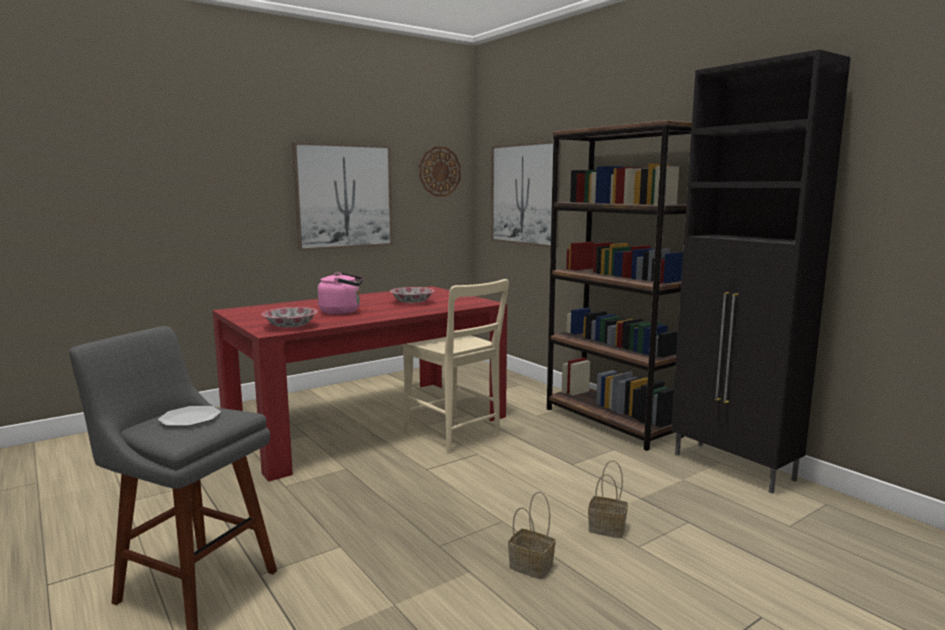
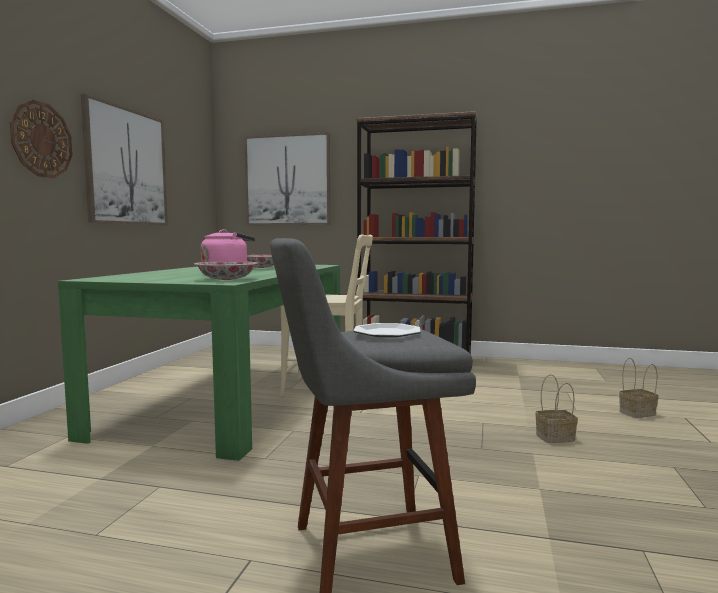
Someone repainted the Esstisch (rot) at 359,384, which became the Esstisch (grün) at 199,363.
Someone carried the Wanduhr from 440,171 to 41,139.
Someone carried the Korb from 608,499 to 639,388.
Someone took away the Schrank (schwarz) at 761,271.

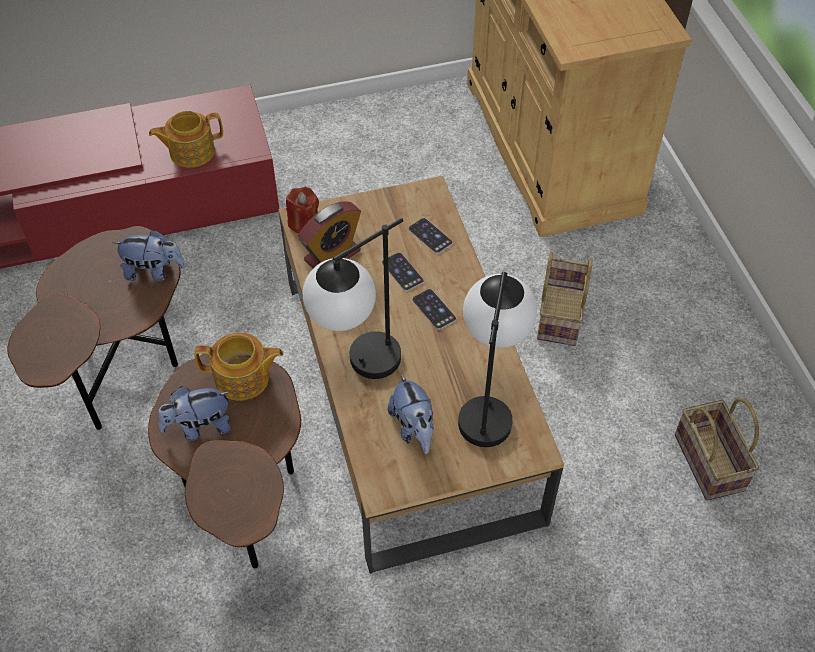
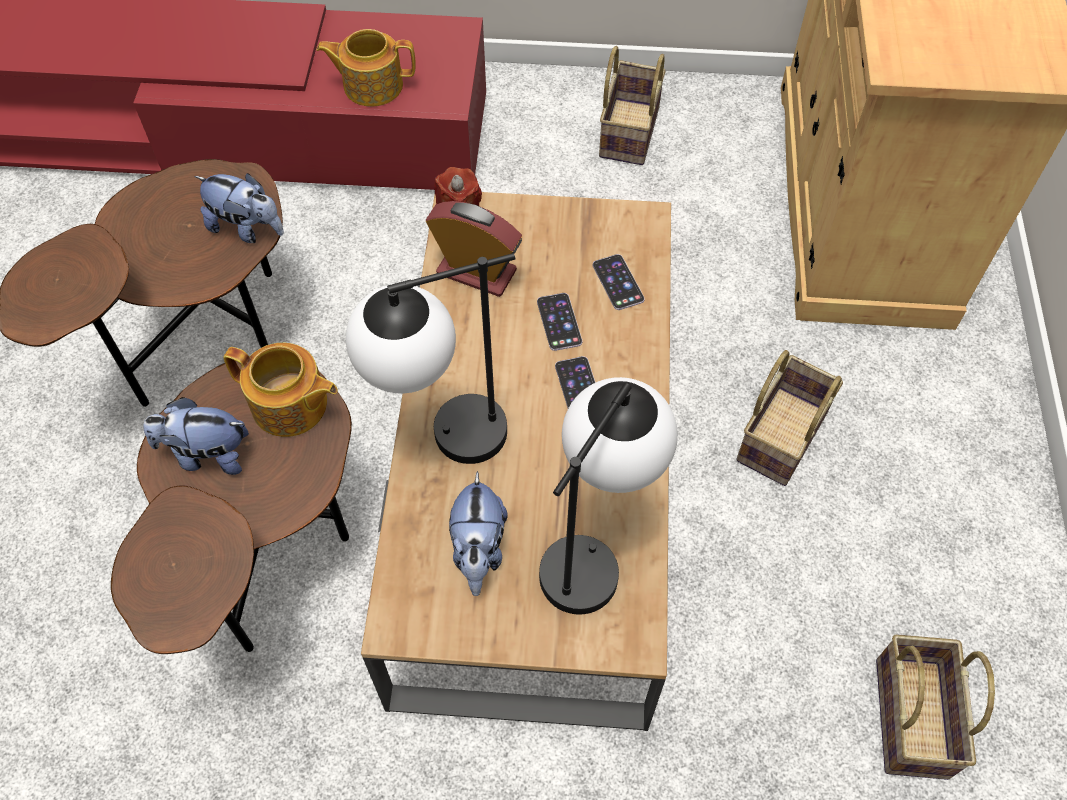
Someone rotated the Wecker at 329,234 by 135 degrees counterclockwise.
Someone put down the Korb at 632,105.

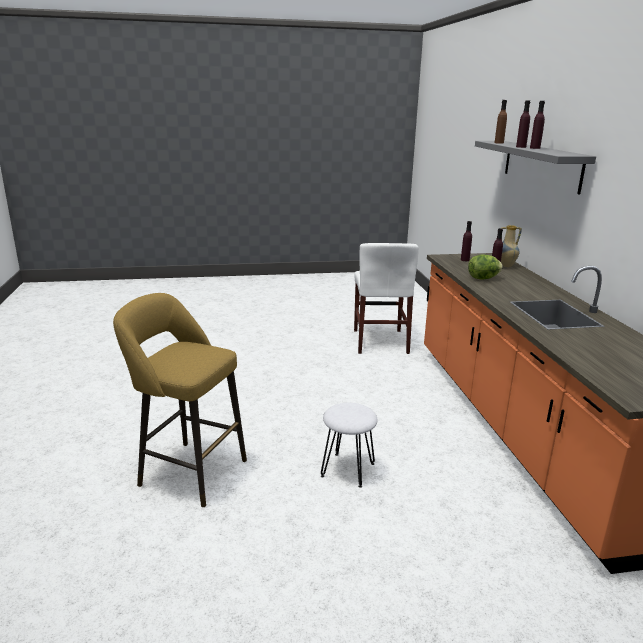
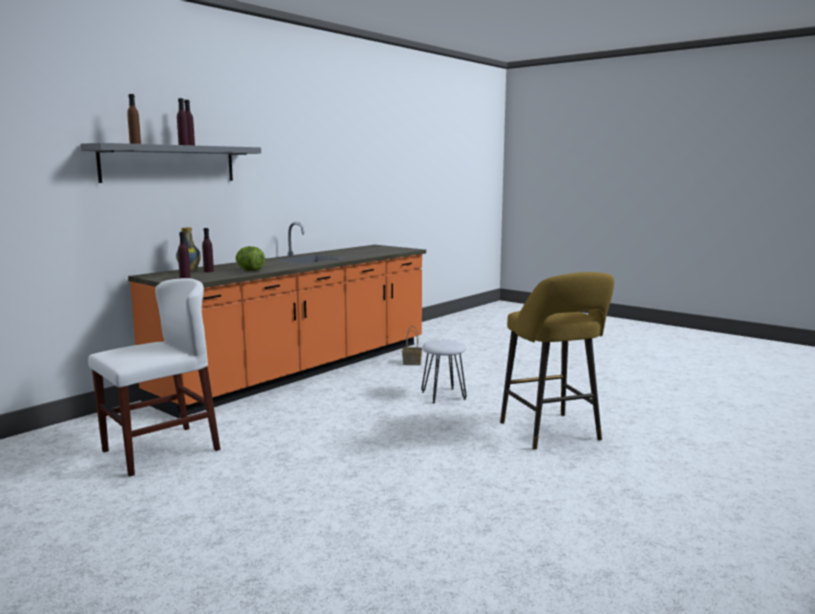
Someone put down the Korb at 412,345.

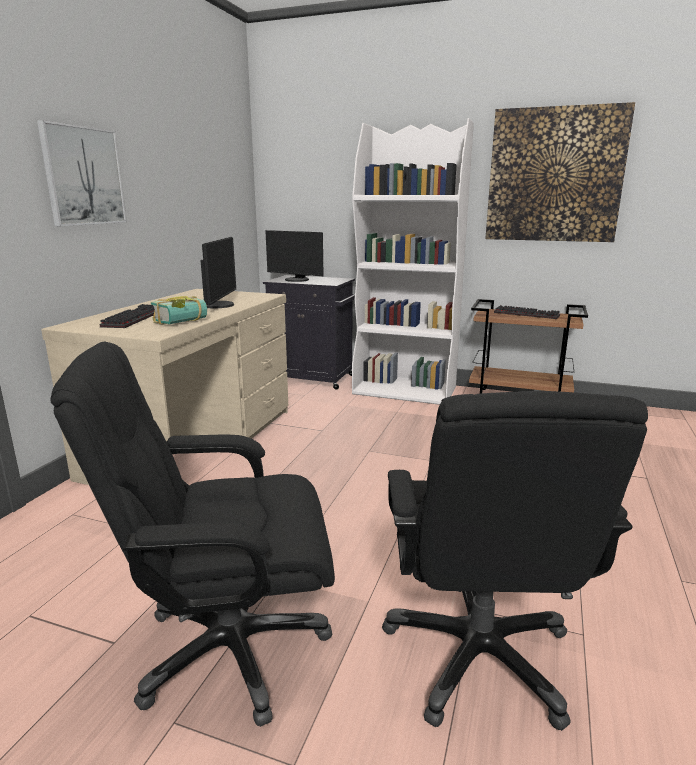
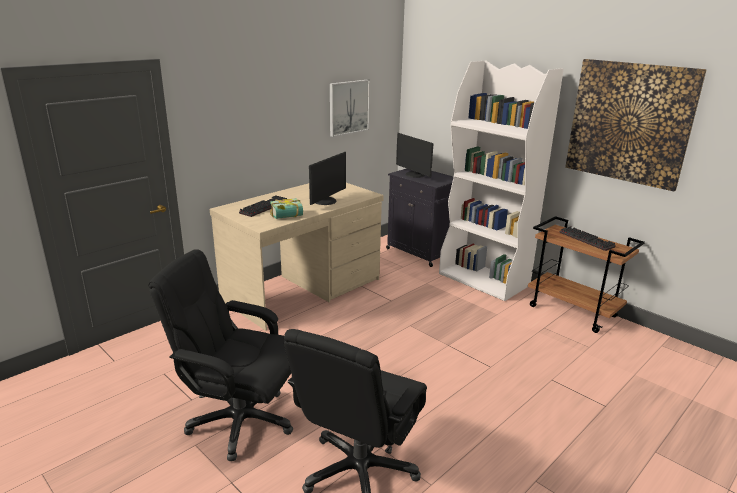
Someone carried the Bild from 82,173 to 350,108.

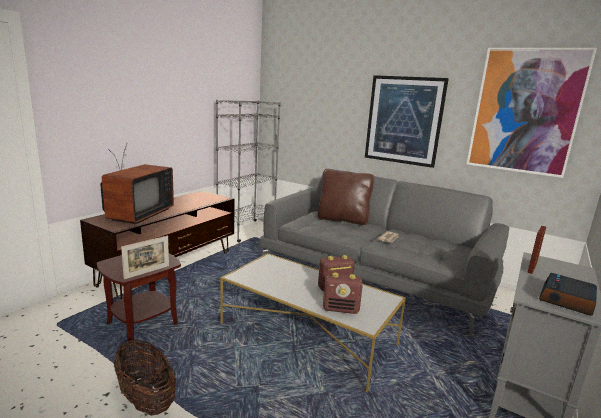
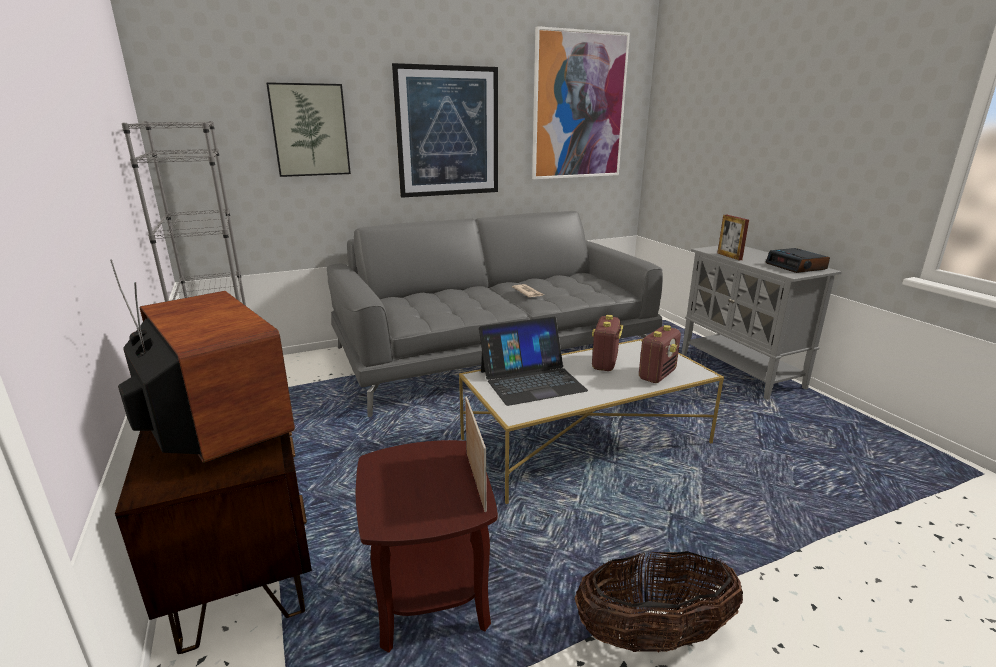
Someone took away the Kissen (braun) at 345,197.
Someone put up the Bild at 308,129.
Someone put down the Laptop at 533,361.

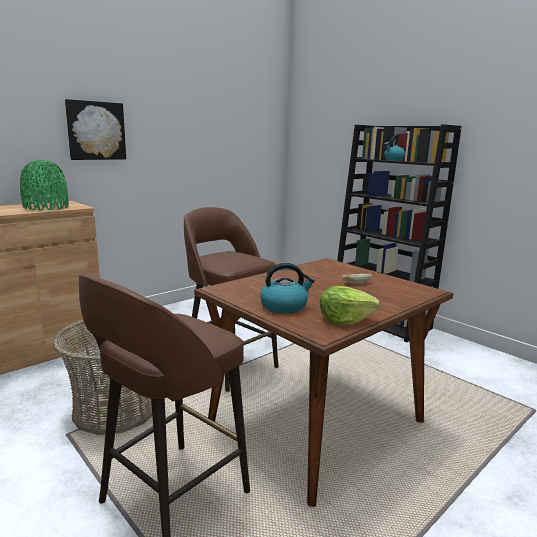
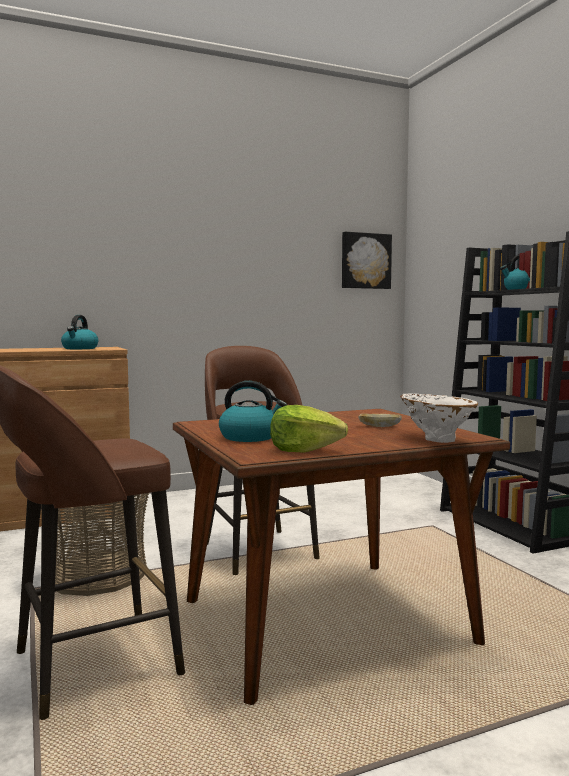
Someone swapped the Vase (grün) at 44,185 for the Wasserkessel at 79,332.
Someone carried the Bild from 95,129 to 367,260.
Someone put down the Vase (weiß) at 439,418.

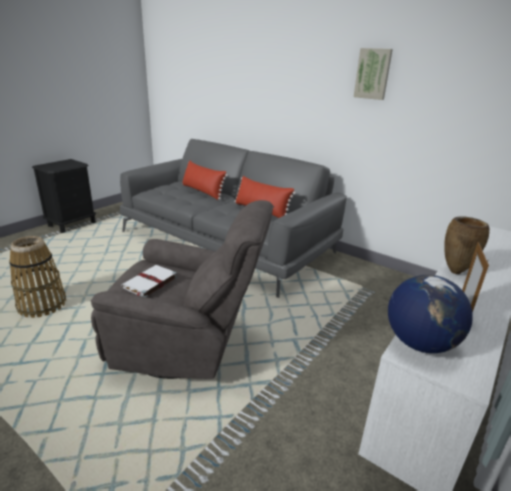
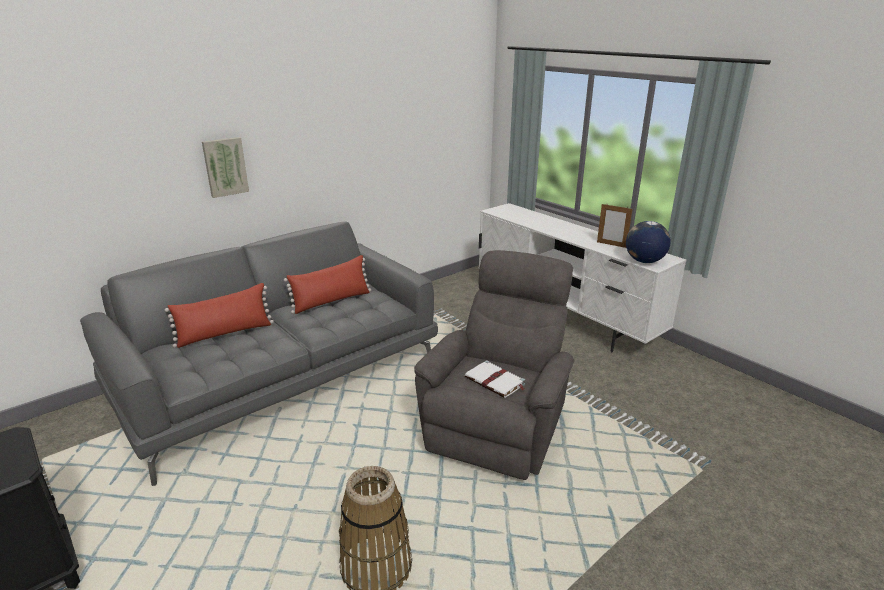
Someone carried the Bild from 373,74 to 225,167.
Someone took away the Vase (braun) at 466,245.

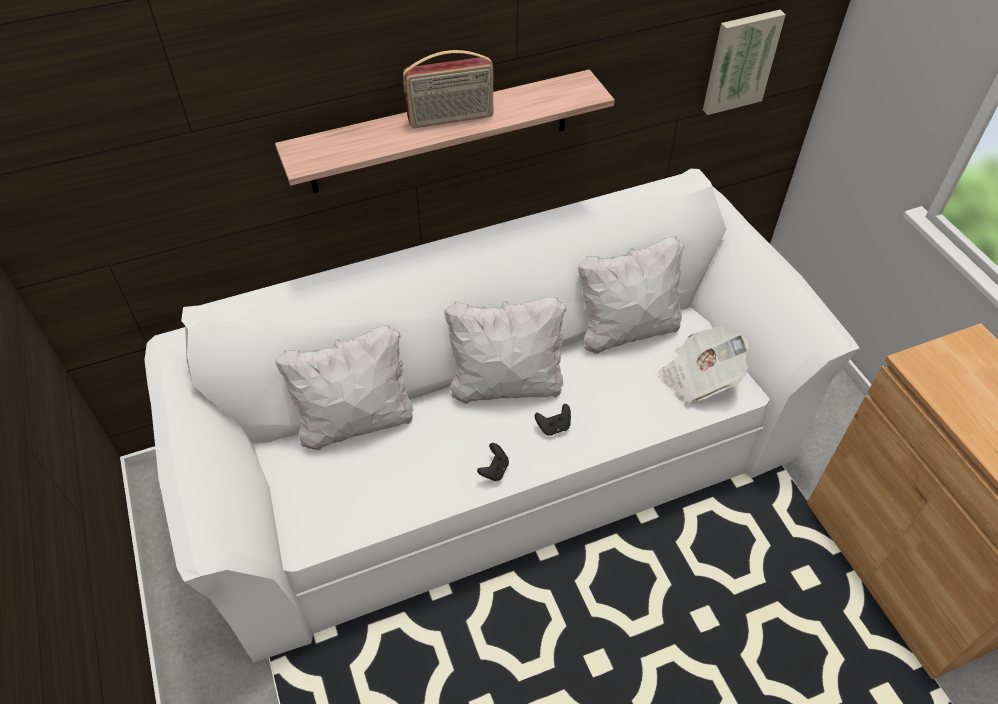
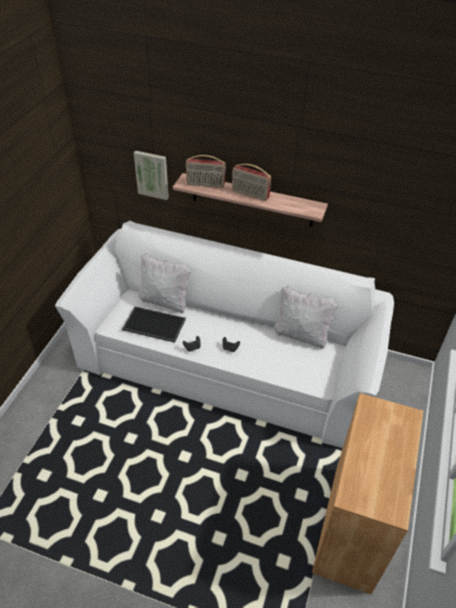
Someone took away the Kissen (weiß) at 505,350.
Someone took away the Zeitung at 704,364.
Someone carried the Bild from 744,62 to 151,175.
Someone put down the Tablett at 154,324.
Someone put down the Radio at 206,171.

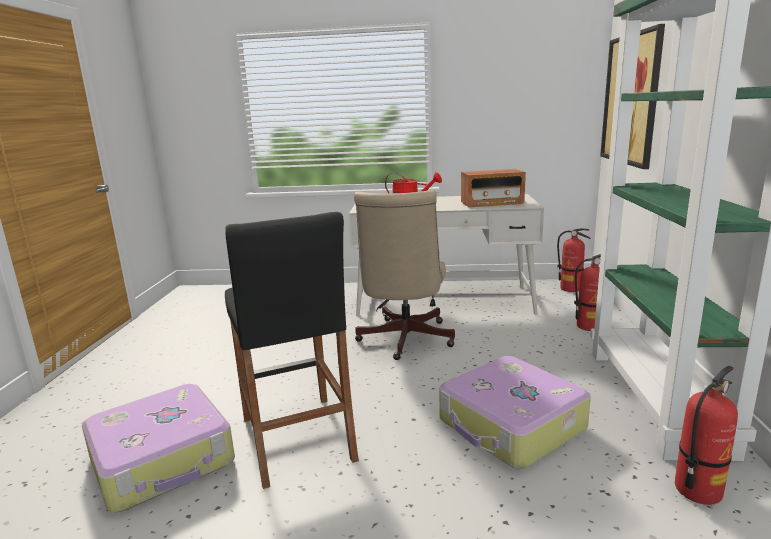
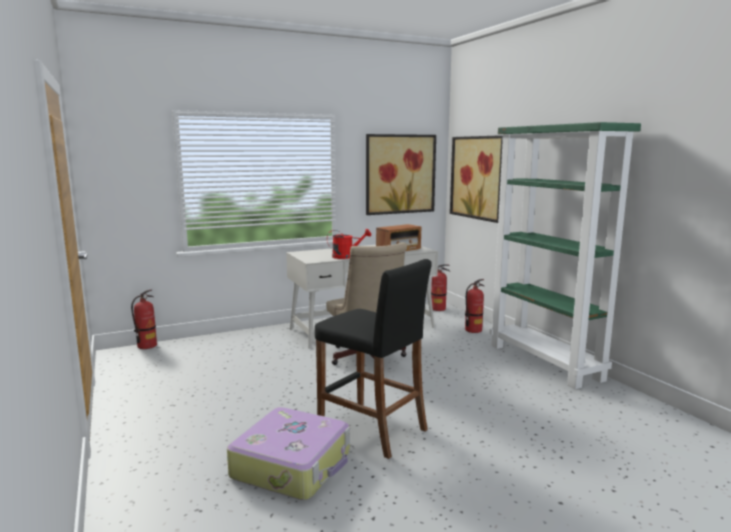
Someone took away the Koffer at 515,412.
Someone carried the Feuerlöscher from 706,435 to 144,319.
Someone put up the Bild at 401,174.

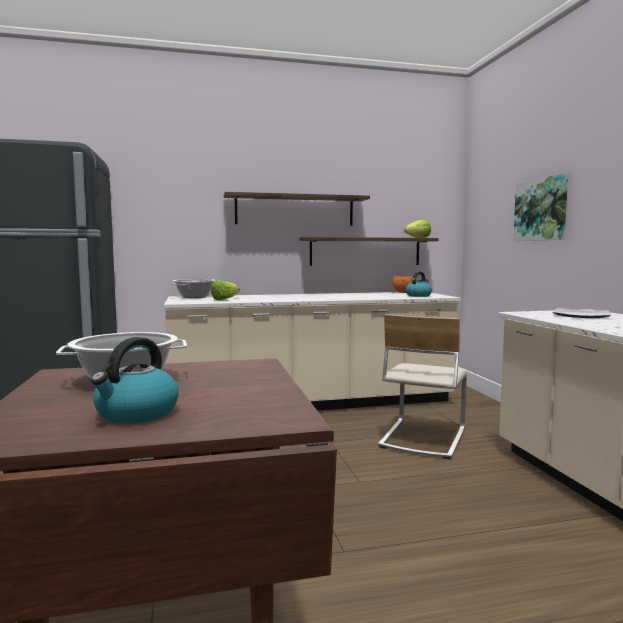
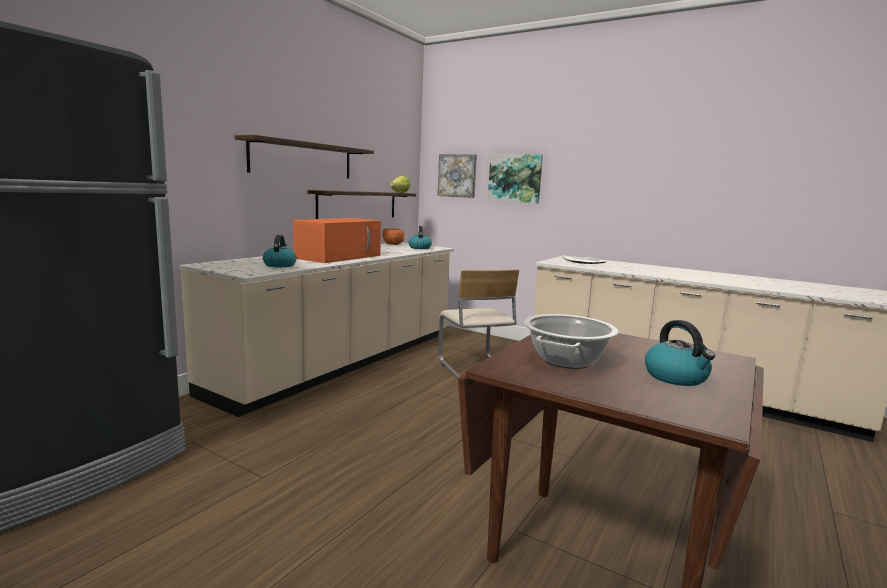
Someone took away the Kochtopf at 193,288.
Someone swapped the Salatkopf at 225,290 for the Wasserkessel at 280,251.
Someone put down the Mikrowelle (orange) at 337,240.
Someone put up the Bild at 457,176.

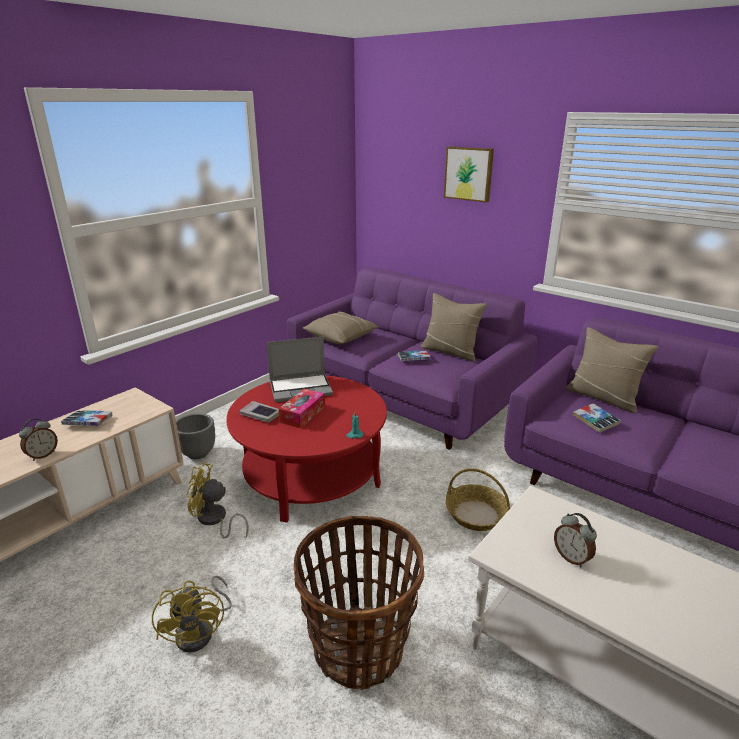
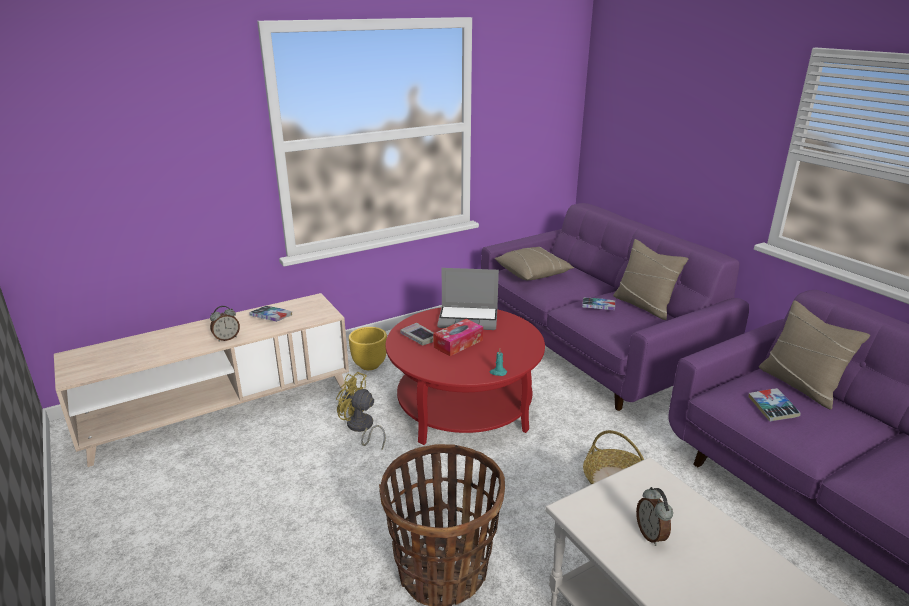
Someone took away the Ventilator (gelb) at 192,614.
Someone repainted the Pflanzkübel (grau) at 195,436, which became the Pflanzkübel (gelb) at 368,348.
Someone took away the Bild at 469,174.

